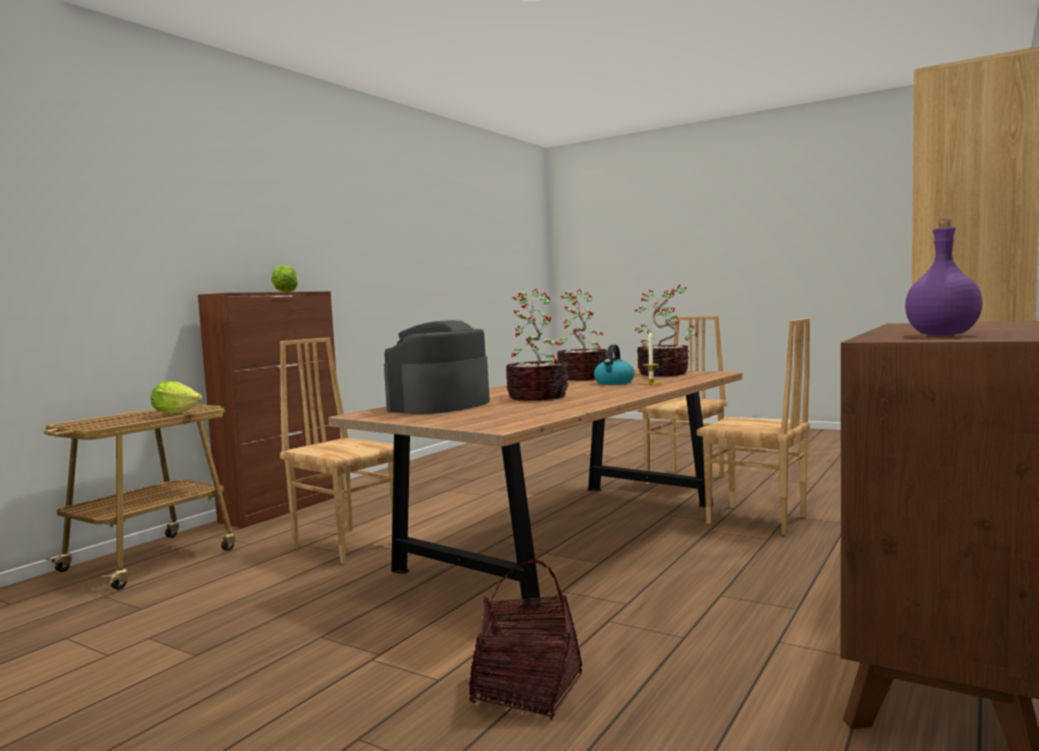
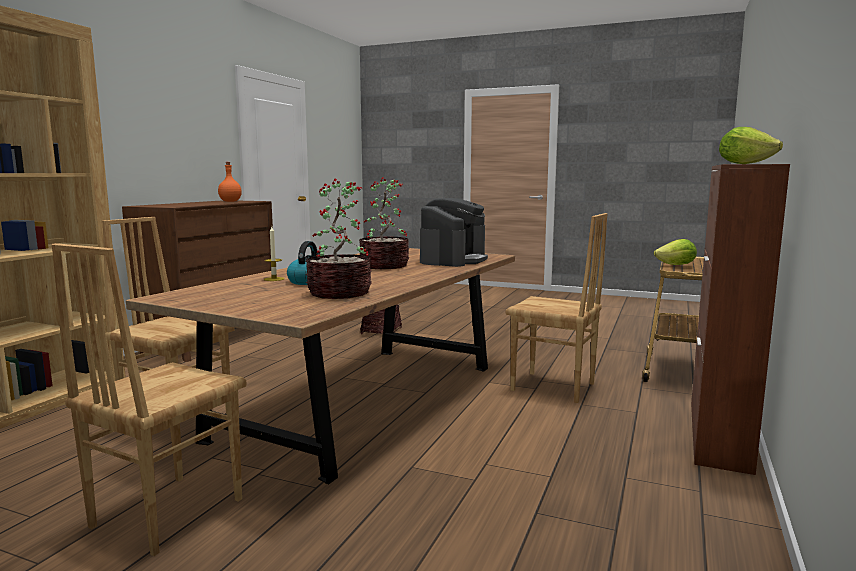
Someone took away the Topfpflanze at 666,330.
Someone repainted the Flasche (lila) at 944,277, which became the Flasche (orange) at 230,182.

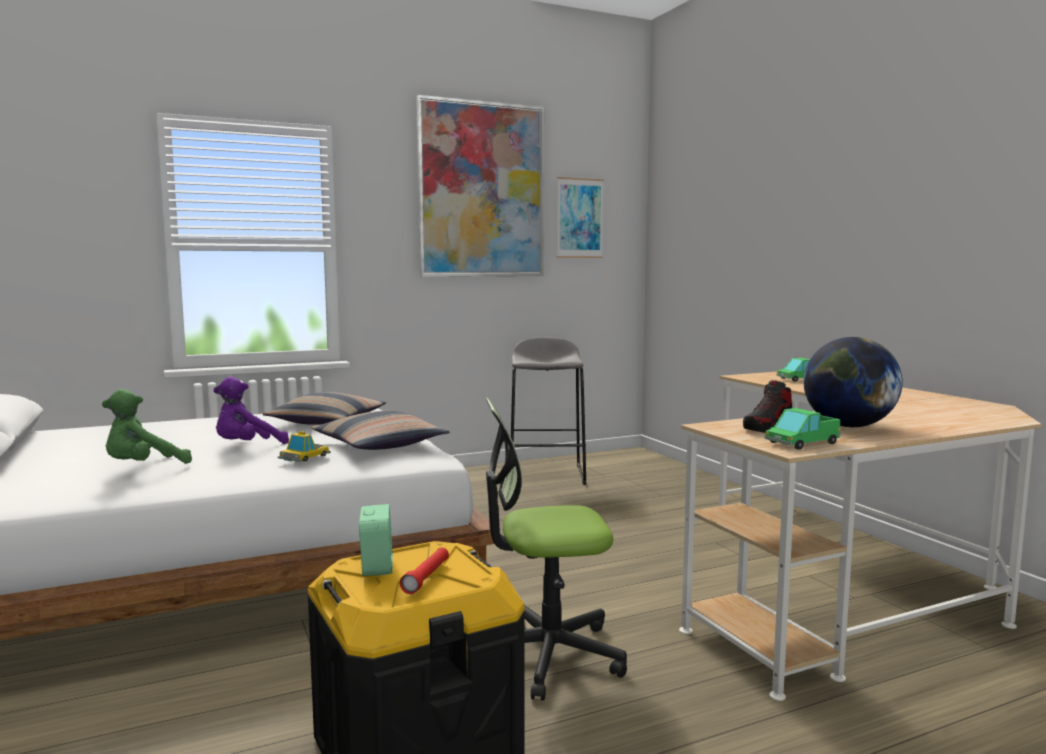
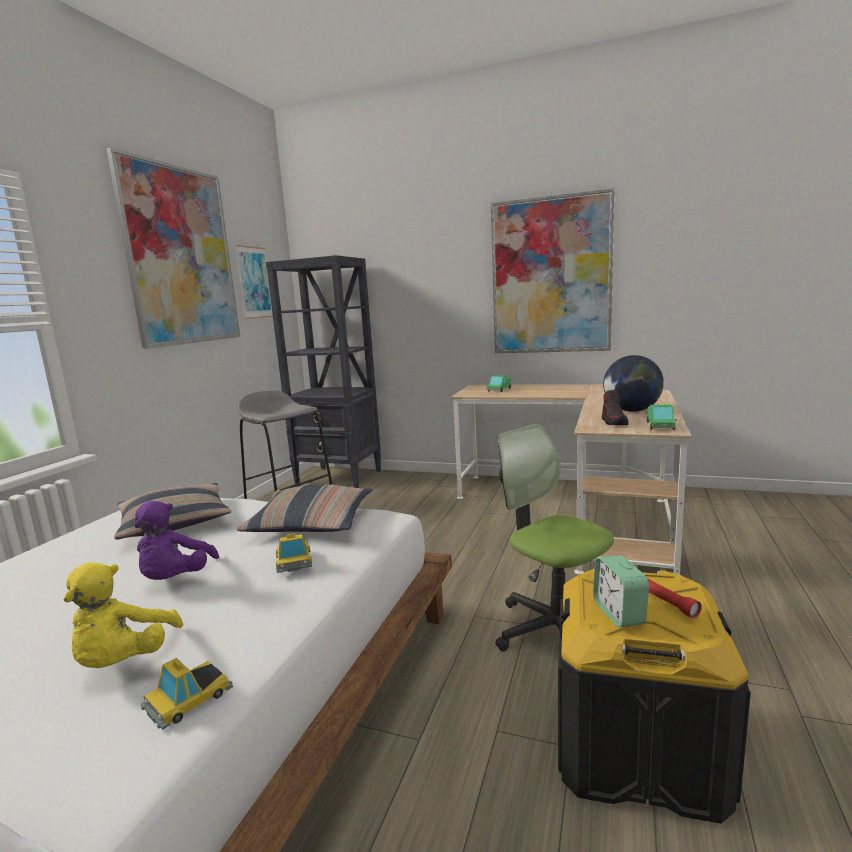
Someone repainted the Plüschtier (grün) at 147,426, which became the Plüschtier (gelb) at 123,615.
Someone rotated the Wecker at 376,540 by 135 degrees counterclockwise.
Someone rotated the Bürostuhl at 556,549 by 105 degrees clockwise.
Someone put down the Spielzeugauto at 187,694.
Someone put down the Bücherregal (schwarz) at 323,371.
Someone put up the Bild at 552,270.

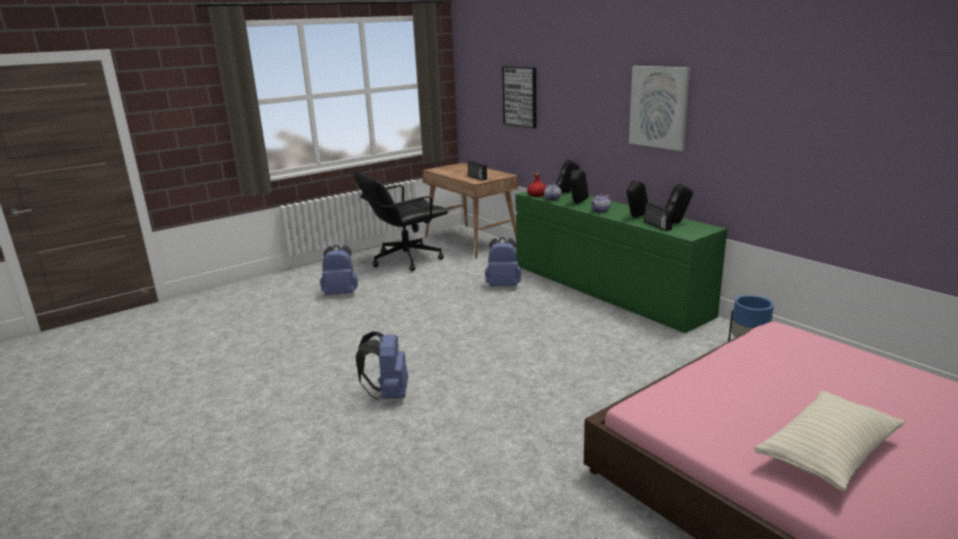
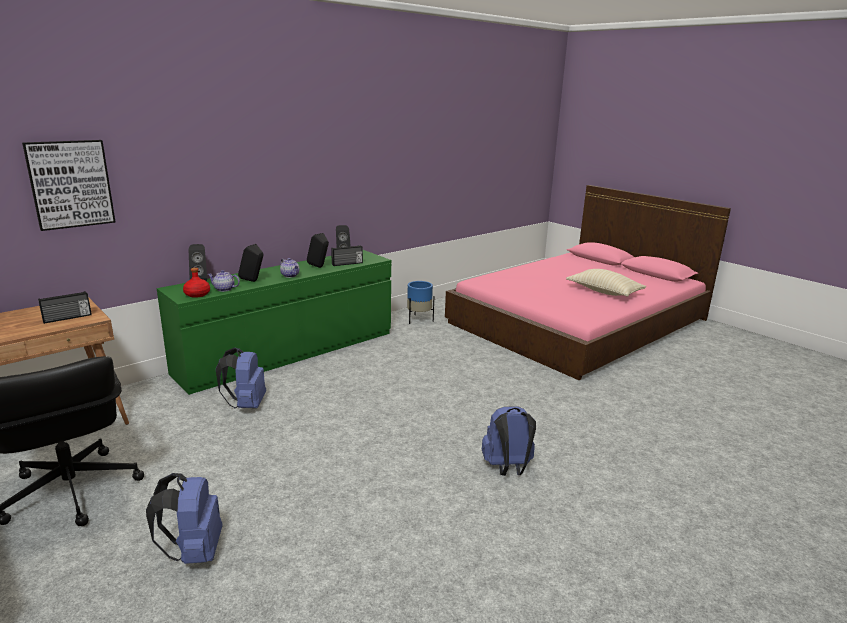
Someone took away the Bild at 659,108.

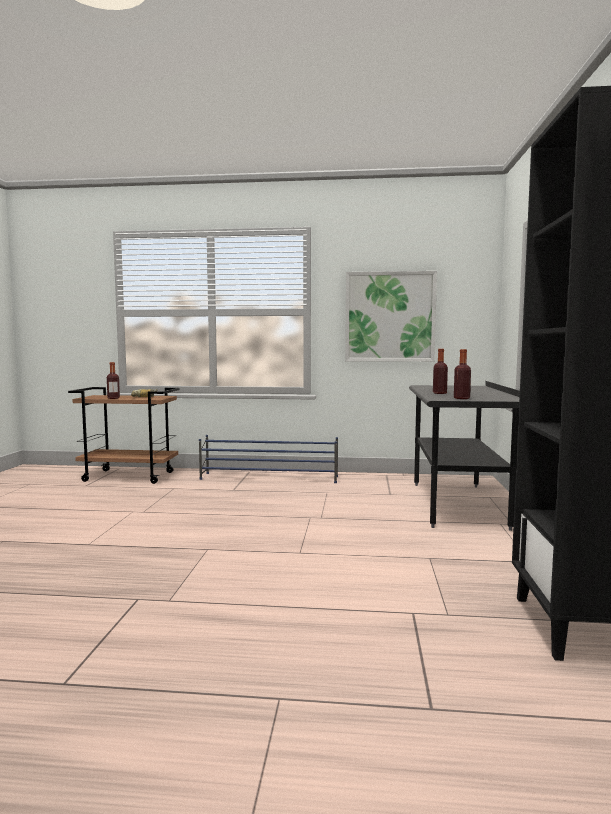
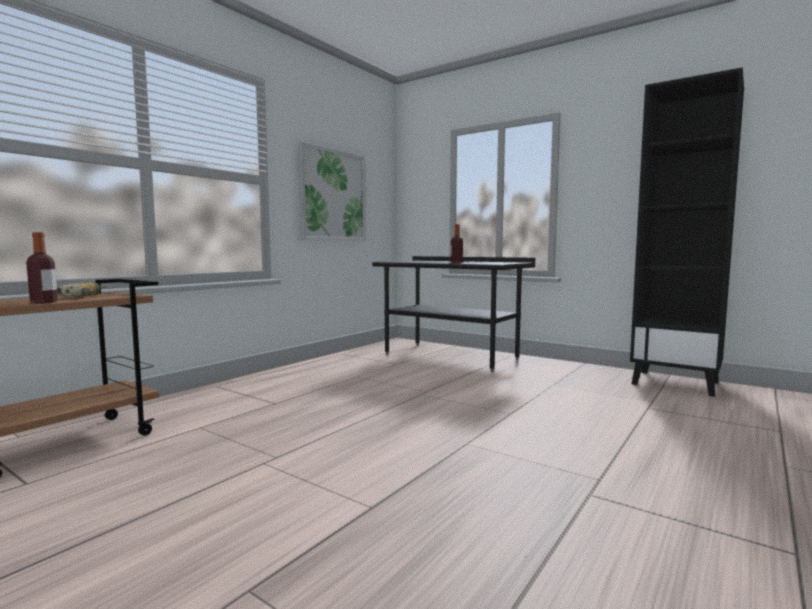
Someone took away the Schuhregal (blau) at 268,459.
Someone took away the Flasche at 462,374.

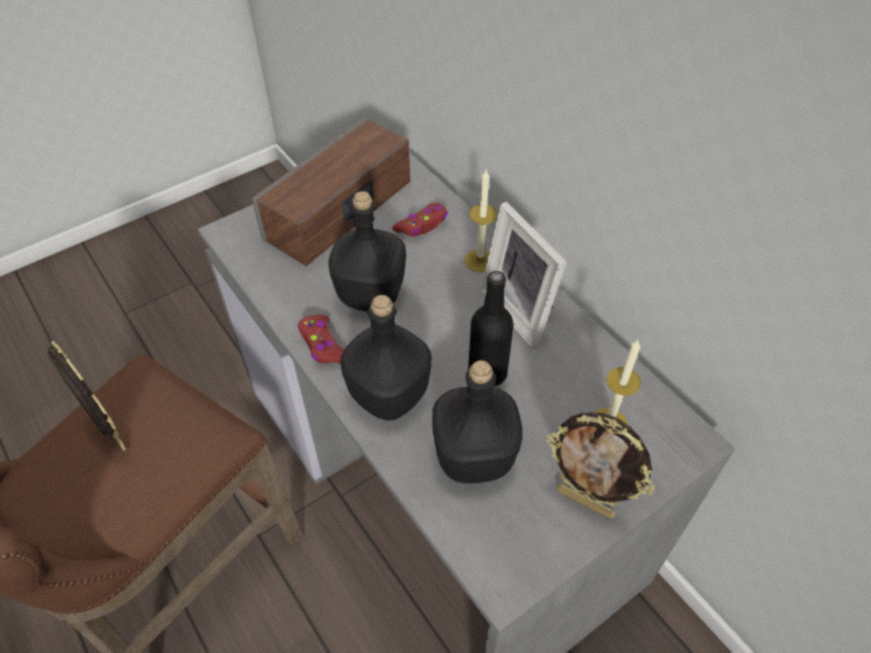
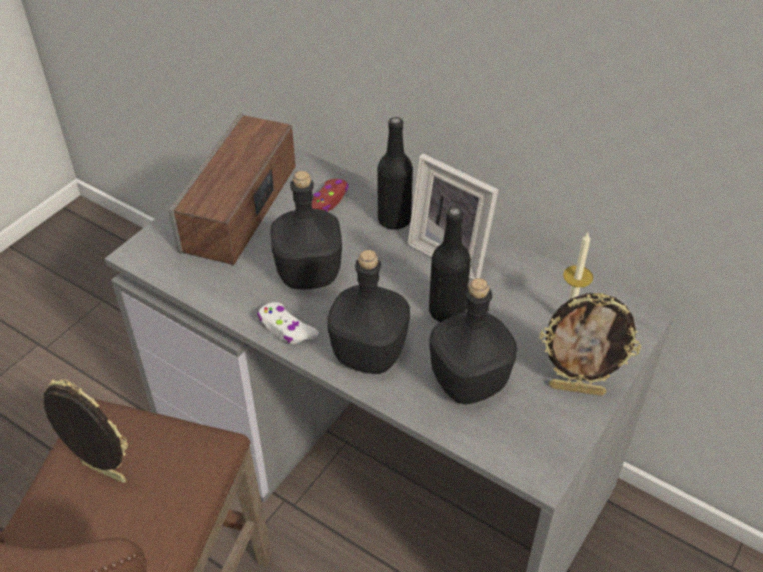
Someone repainted the Gamepad (rot) at 321,339, which became the Gamepad (weiß) at 288,323.
Someone swapped the Kerze at 481,221 for the Flasche (schwarz) at 395,173.

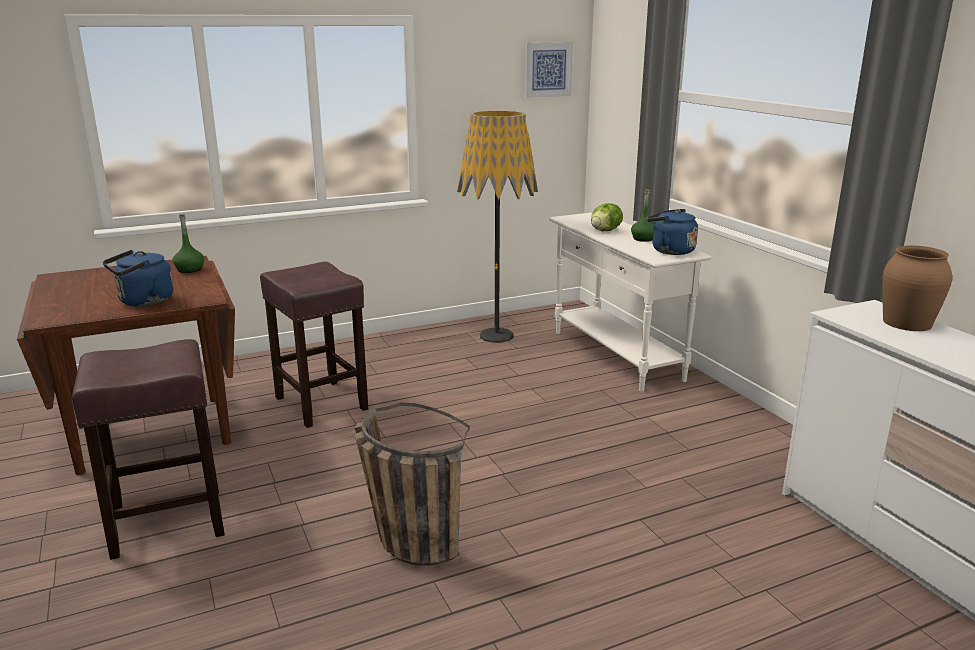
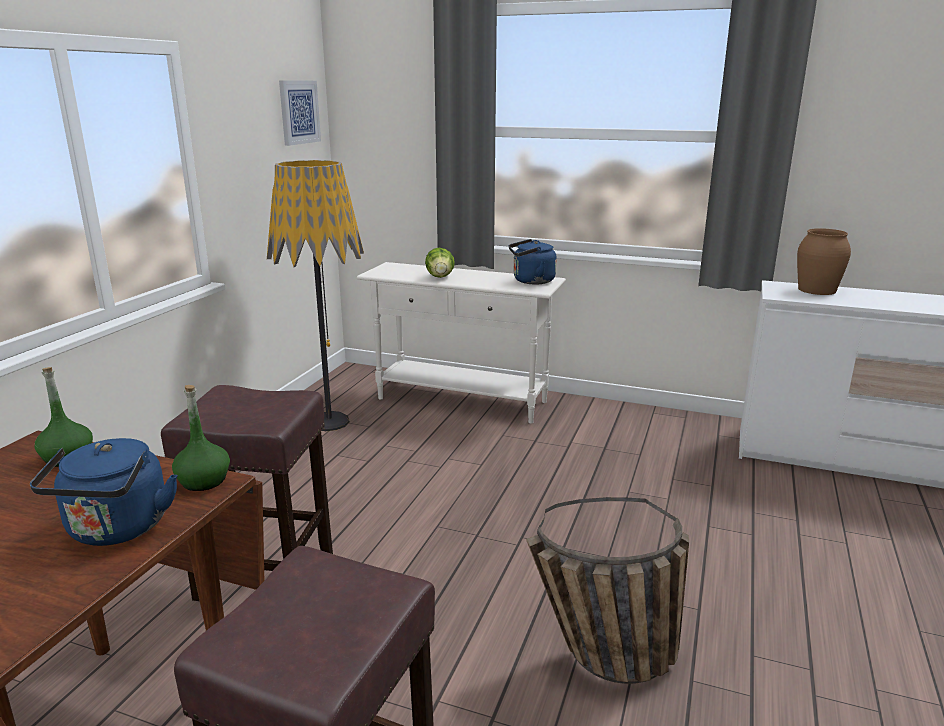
Someone carried the Flasche (grün) from 642,215 to 201,438.

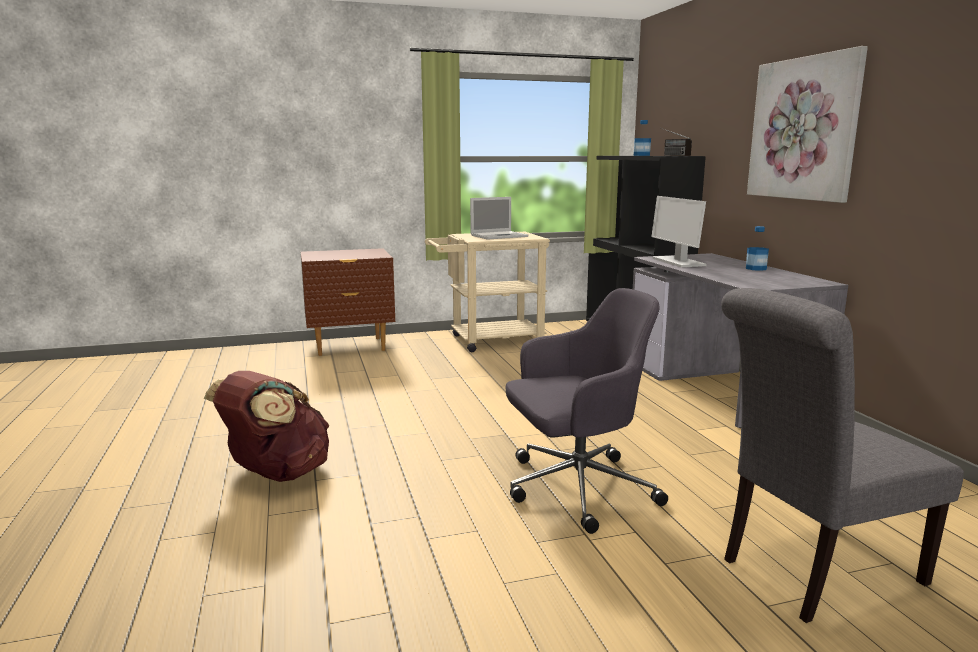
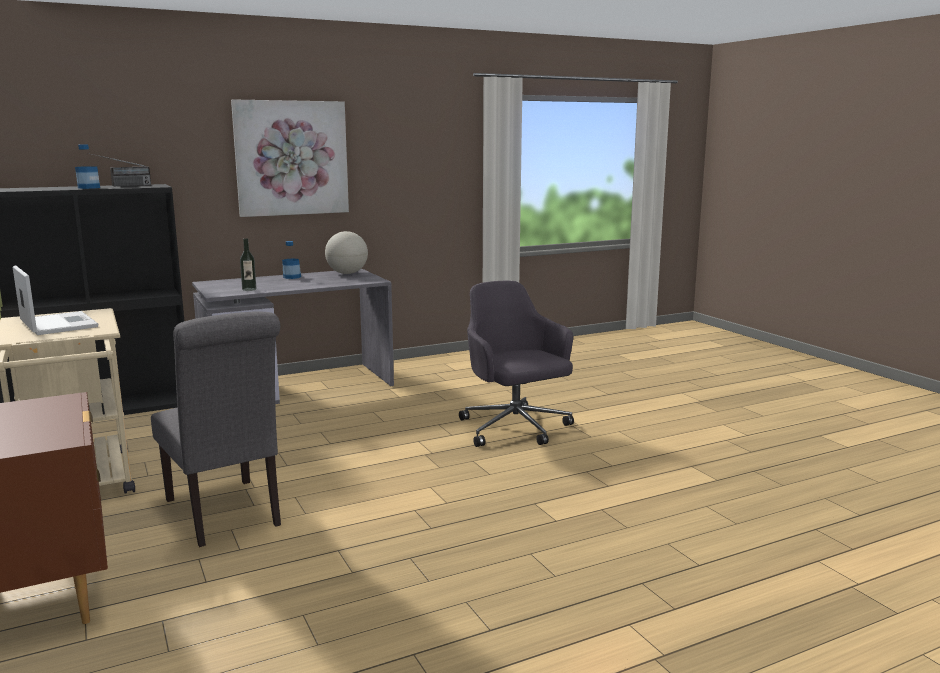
Someone took away the Rucksack (braun) at 266,426.
Someone swapped the Monitor at 679,231 for the Flasche at 248,264.
Someone carried the Stuhl (grau) from 842,455 to 216,429.
Someone put down the Globus at 346,252.

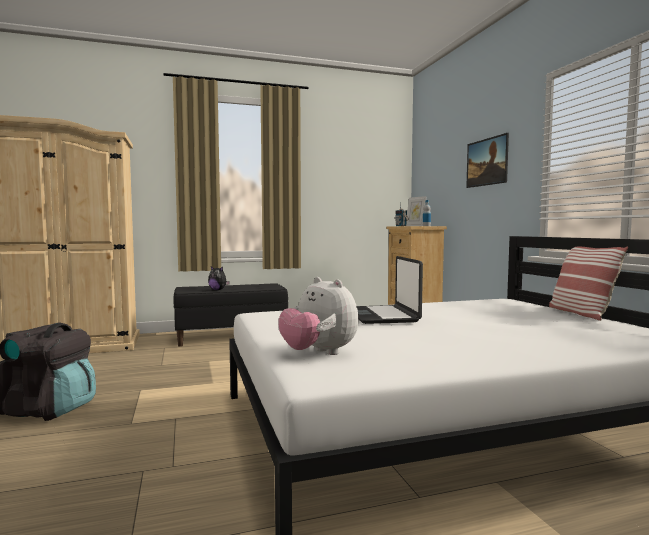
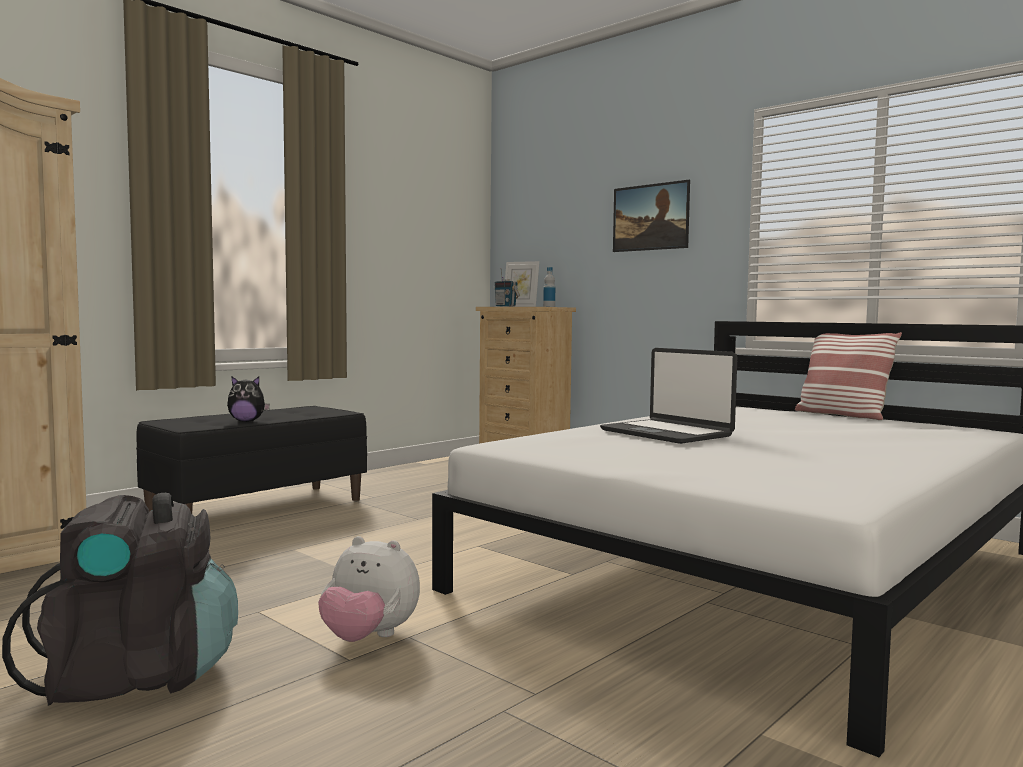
Someone carried the Plüschtier from 318,316 to 369,589.

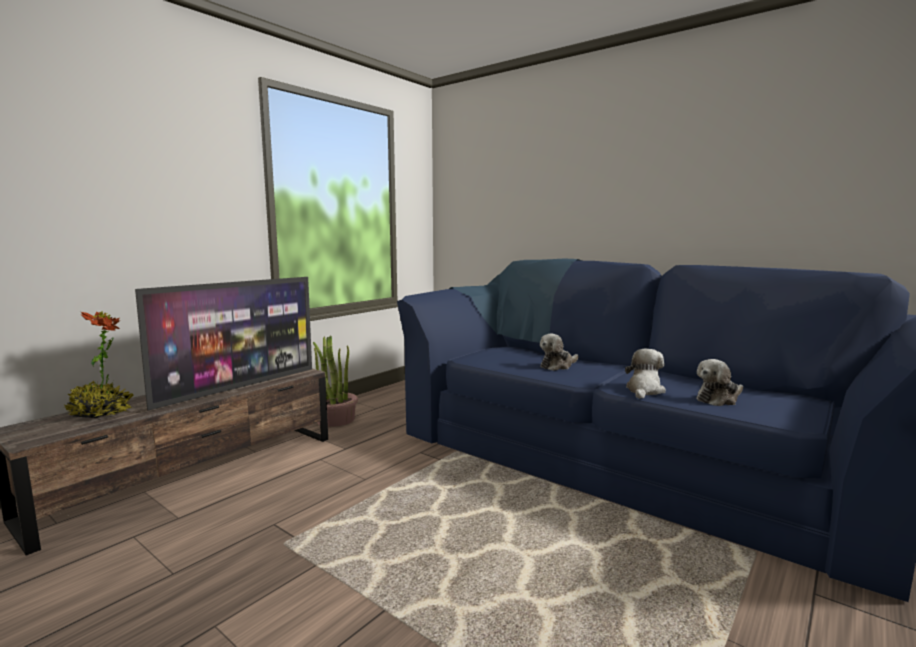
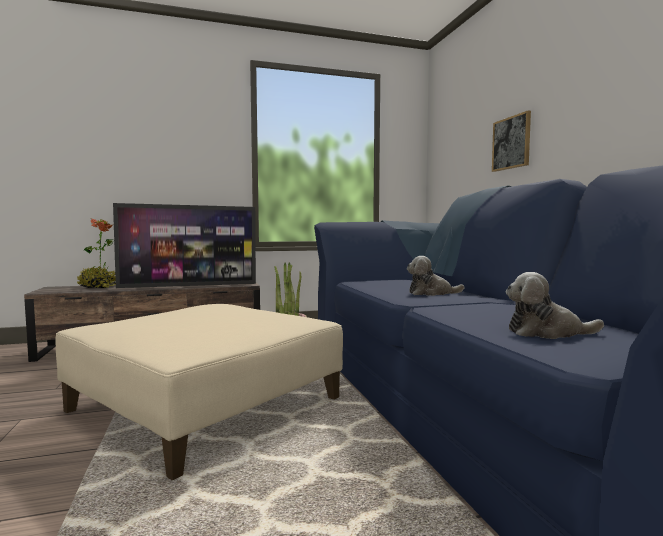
Someone took away the Plüschtier at 645,374.
Someone put down the Polsterhocker (beige) at 199,392.
Someone put up the Bild at 511,141.

